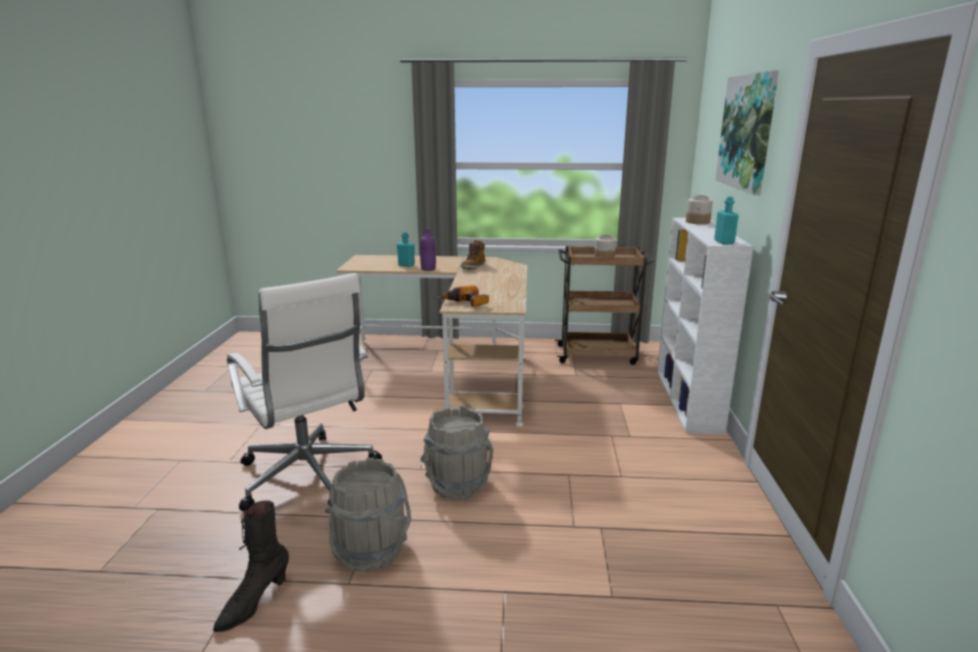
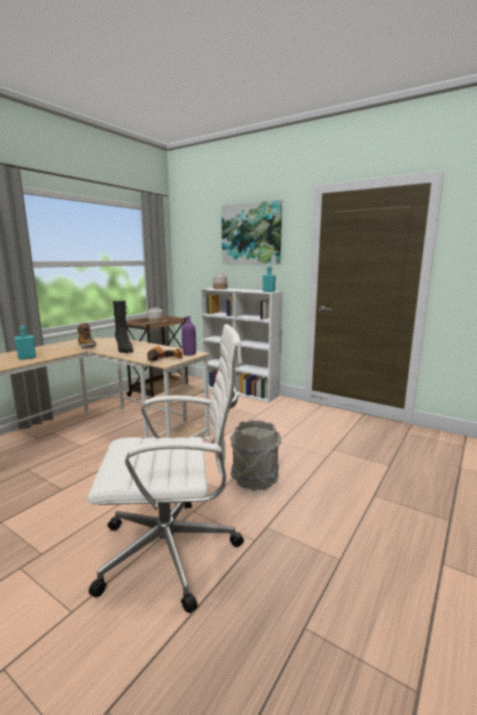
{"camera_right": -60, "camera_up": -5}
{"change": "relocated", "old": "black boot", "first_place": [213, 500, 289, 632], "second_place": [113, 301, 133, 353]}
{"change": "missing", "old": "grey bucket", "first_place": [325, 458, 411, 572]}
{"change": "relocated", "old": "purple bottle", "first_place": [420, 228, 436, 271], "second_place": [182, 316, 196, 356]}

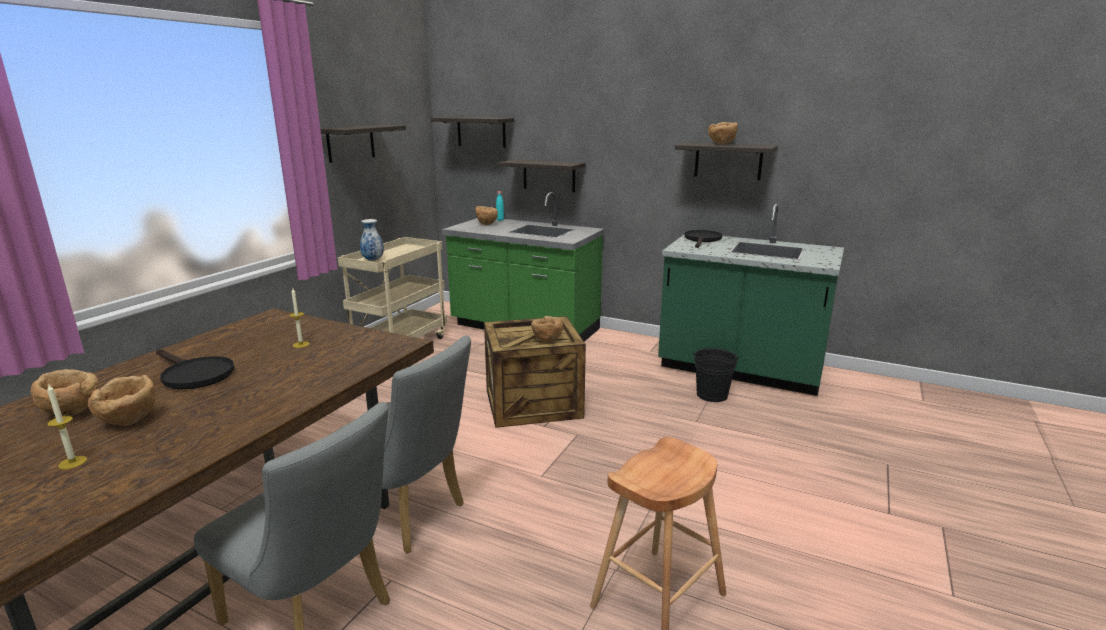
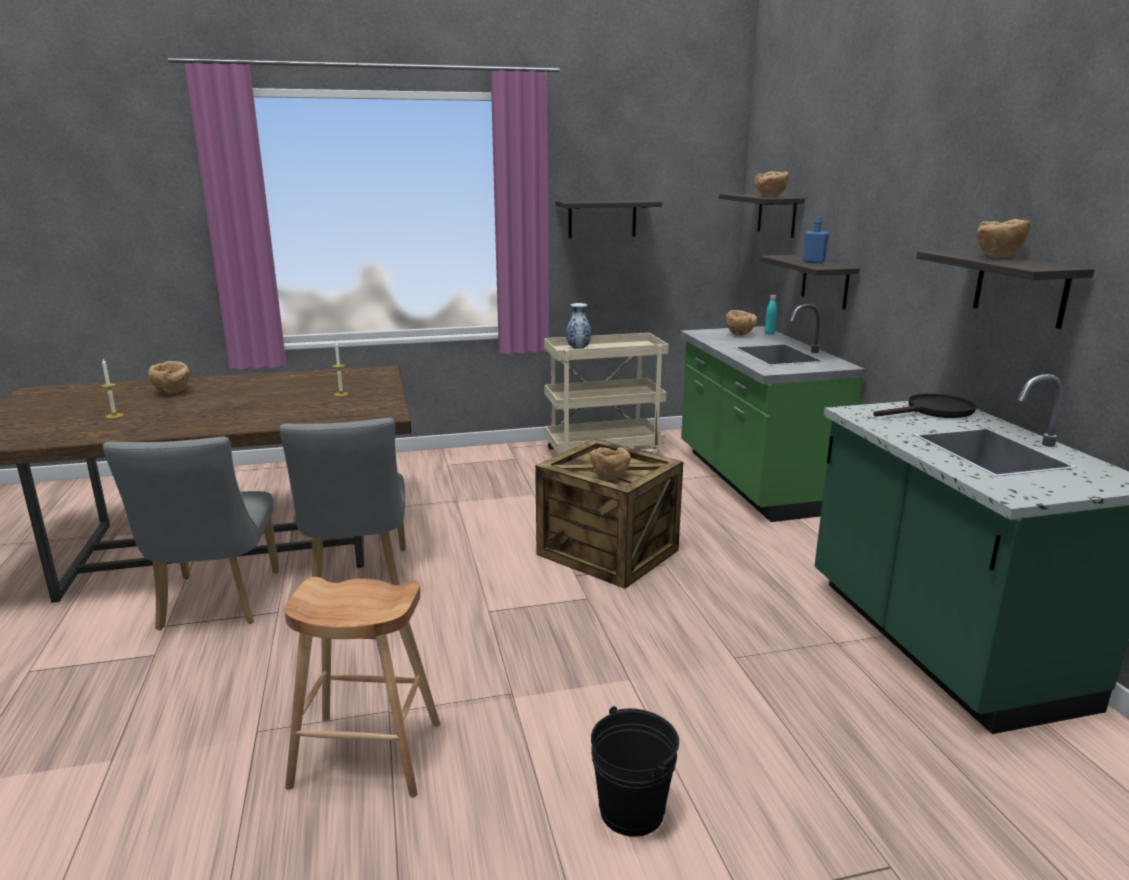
{"camera_right": 50, "camera_up": 0}
{"change": "relocated", "old": "brown bowl", "first_place": [88, 375, 155, 426], "second_place": [755, 171, 789, 197]}
{"change": "missing", "old": "black frying pan", "first_place": [156, 349, 234, 389]}
{"change": "relocated", "old": "black bucket", "first_place": [692, 348, 740, 402], "second_place": [591, 706, 679, 837]}
{"change": "appeared", "new": "blue bottle", "second_place": [803, 216, 829, 263]}

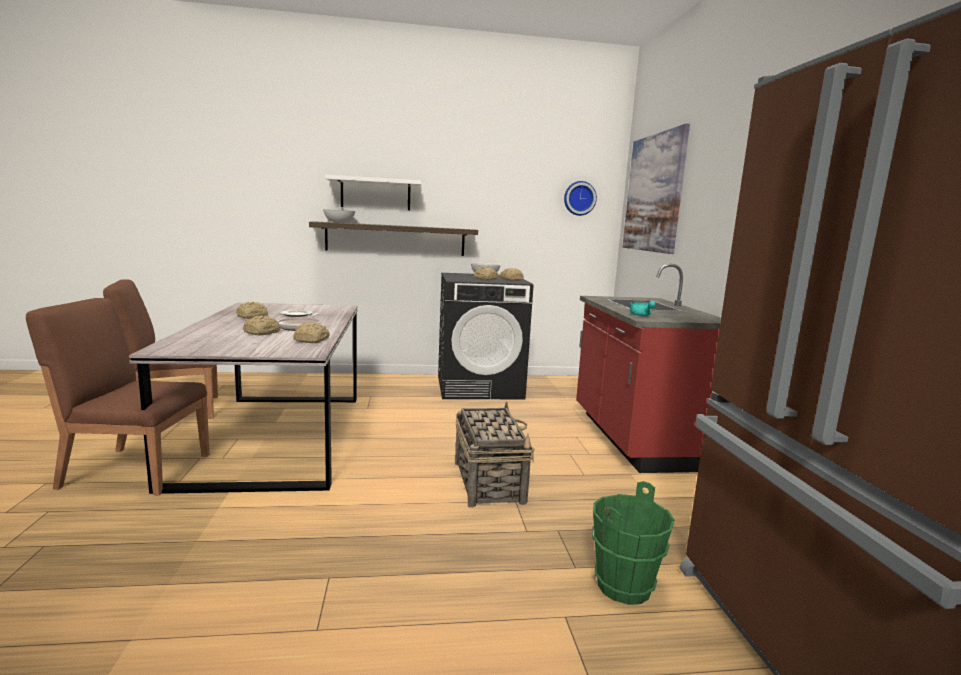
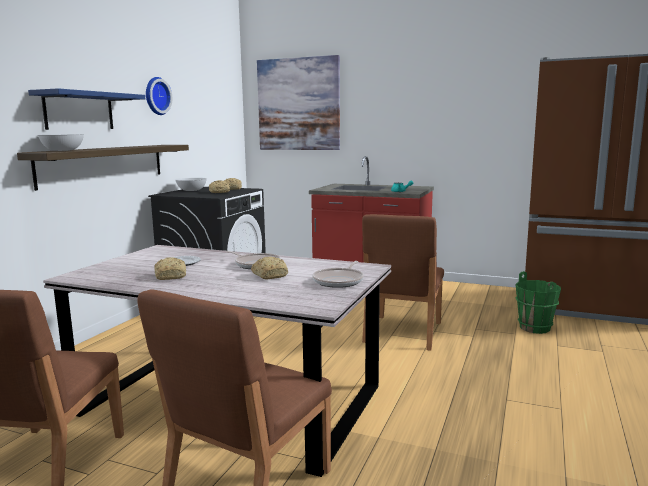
{"camera_right": -60, "camera_up": 0}
{"change": "missing", "old": "bread", "first_place": [293, 322, 330, 343]}
{"change": "colour", "old": "white shelf", "new": "blue shelf", "first_place": [325, 175, 422, 210], "second_place": [28, 88, 145, 130]}
{"change": "exchanged", "old": "basket", "new": "brown chair", "first_place": [455, 402, 535, 507], "second_place": [362, 214, 444, 351]}
{"change": "relocated", "old": "wall clock", "first_place": [564, 181, 597, 216], "second_place": [146, 77, 172, 115]}
{"change": "appeared", "new": "frying pan", "second_place": [312, 261, 364, 288]}

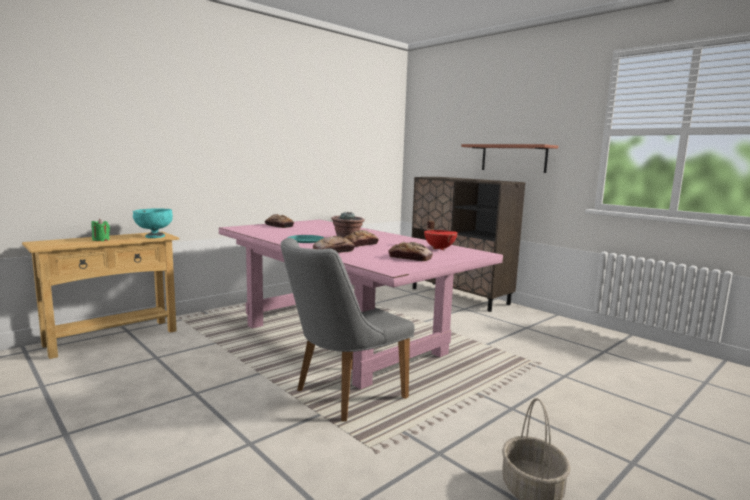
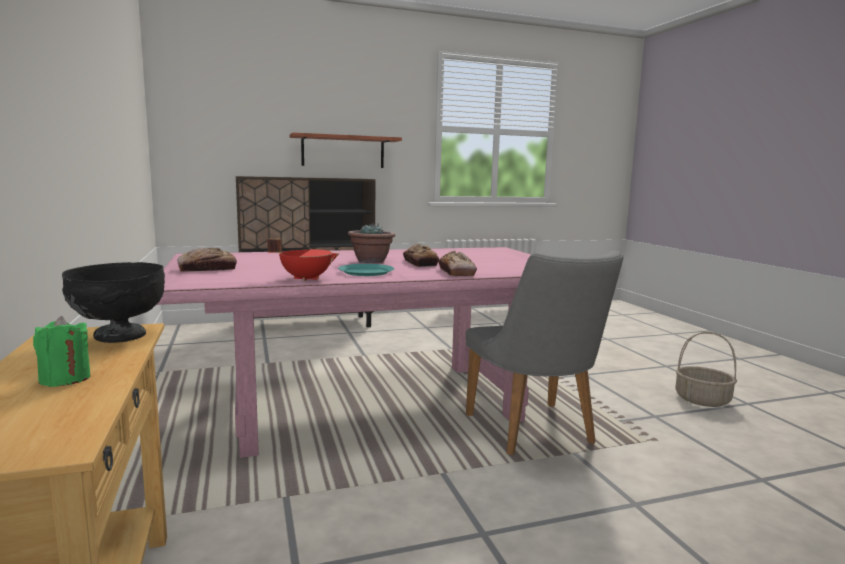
{"camera_right": -65, "camera_up": 0}
{"change": "colour", "old": "turquoise bowl", "new": "black bowl", "first_place": [133, 209, 173, 238], "second_place": [62, 262, 165, 343]}
{"change": "missing", "old": "bread", "first_place": [389, 242, 433, 261]}
{"change": "relocated", "old": "red cooking pot", "first_place": [424, 221, 458, 250], "second_place": [267, 239, 339, 281]}

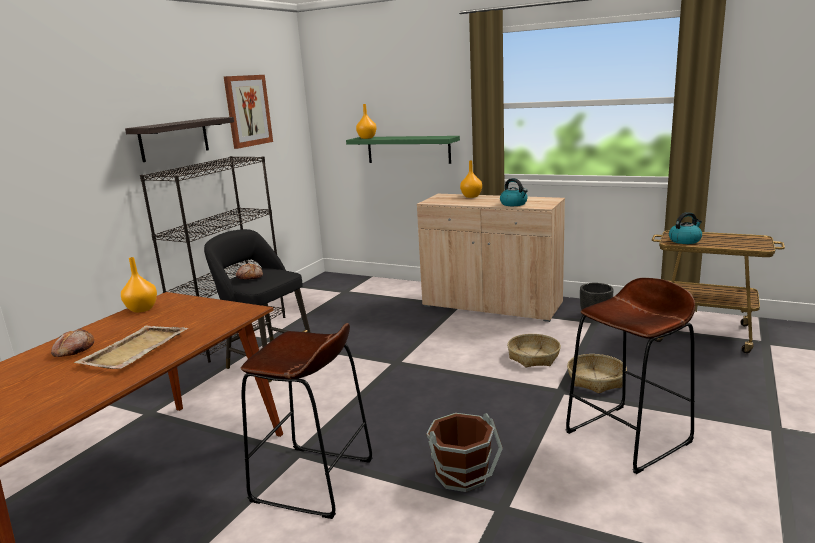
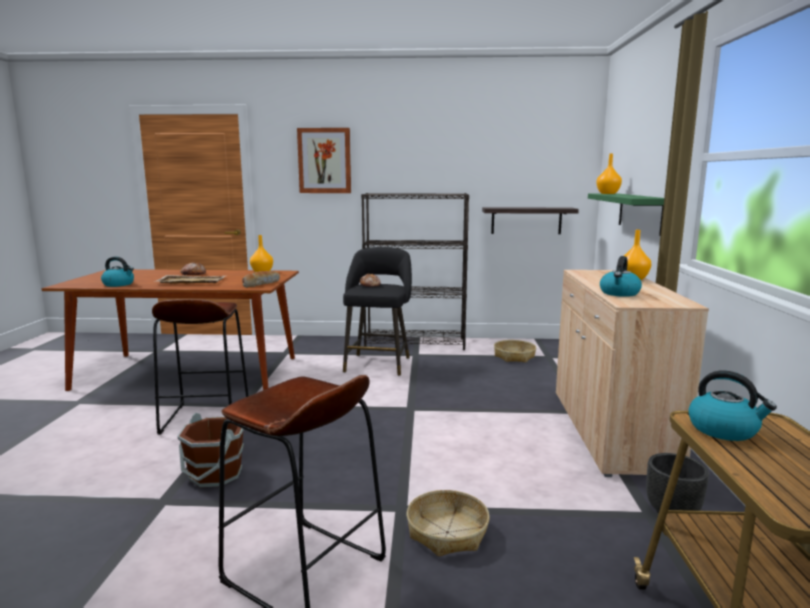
{"camera_right": 65, "camera_up": -5}
{"change": "relocated", "old": "shelf", "first_place": [125, 117, 234, 162], "second_place": [482, 207, 579, 234]}
{"change": "relocated", "old": "picture", "first_place": [224, 75, 273, 149], "second_place": [297, 128, 351, 193]}
{"change": "relocated", "old": "basket", "first_place": [507, 334, 561, 367], "second_place": [494, 340, 536, 362]}
{"change": "appeared", "new": "kettle", "second_place": [101, 257, 134, 287]}
{"change": "appeared", "new": "bread", "second_place": [242, 271, 280, 288]}

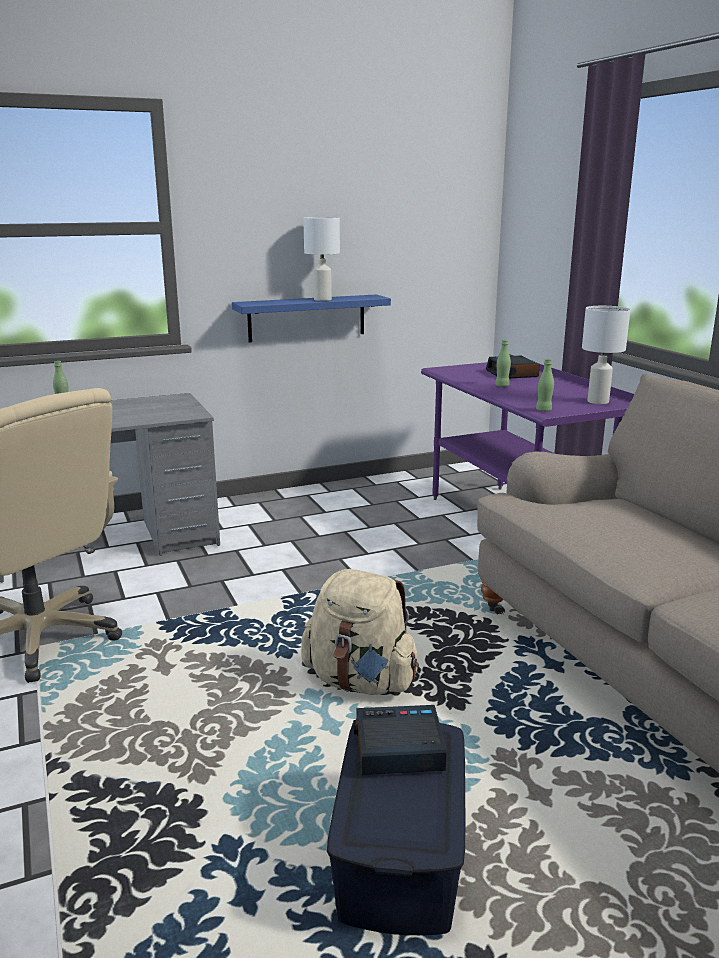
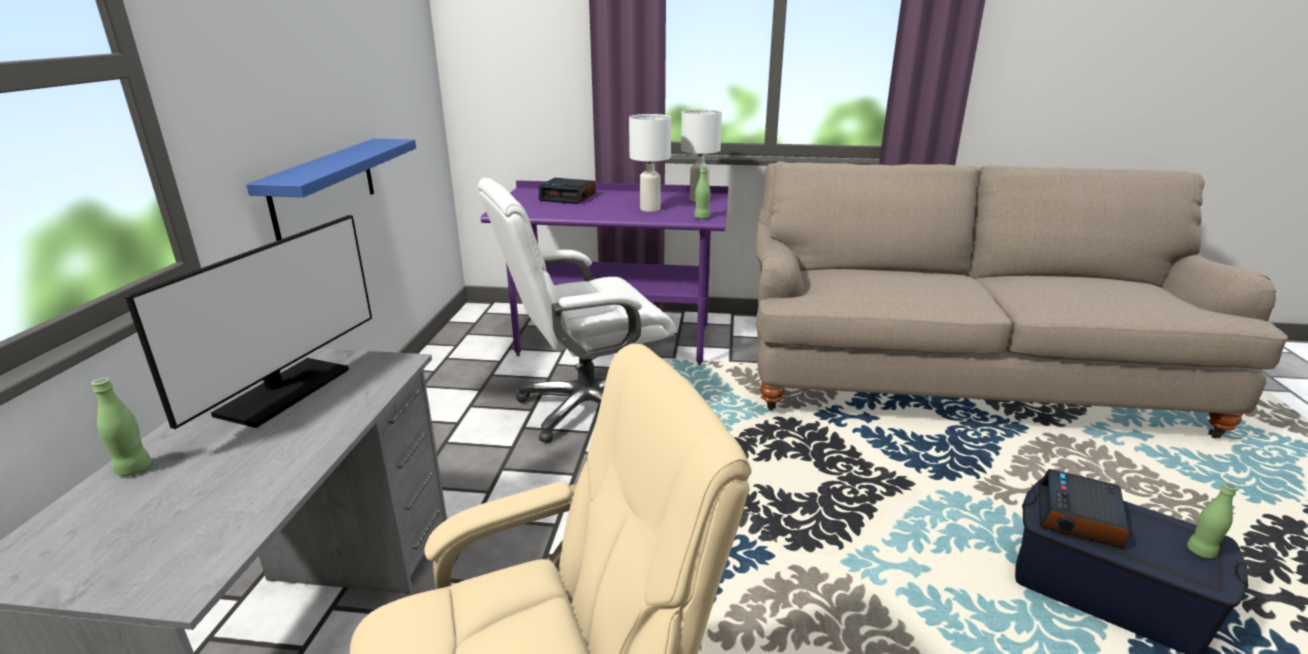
{"camera_right": -60, "camera_up": 5}
{"change": "missing", "old": "beige backpack", "first_place": [301, 569, 419, 695]}
{"change": "relocated", "old": "white table lamp", "first_place": [303, 217, 340, 301], "second_place": [629, 114, 671, 212]}
{"change": "relocated", "old": "green bottle", "first_place": [495, 339, 511, 387], "second_place": [1187, 482, 1237, 559]}
{"change": "appeared", "new": "monitor", "second_place": [125, 215, 372, 429]}
{"change": "appeared", "new": "white office chair", "second_place": [478, 178, 675, 443]}

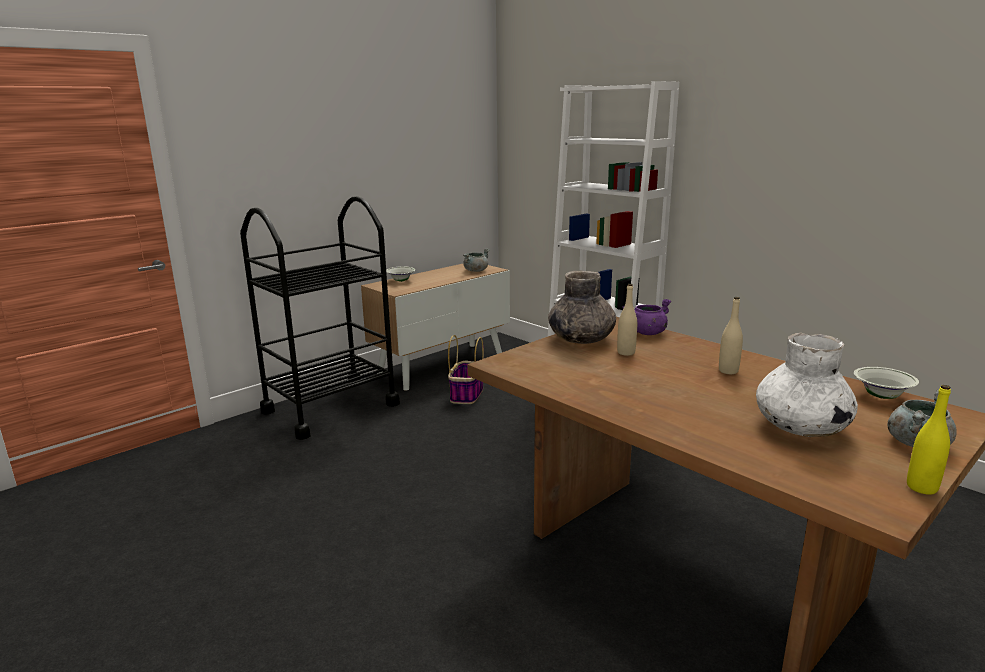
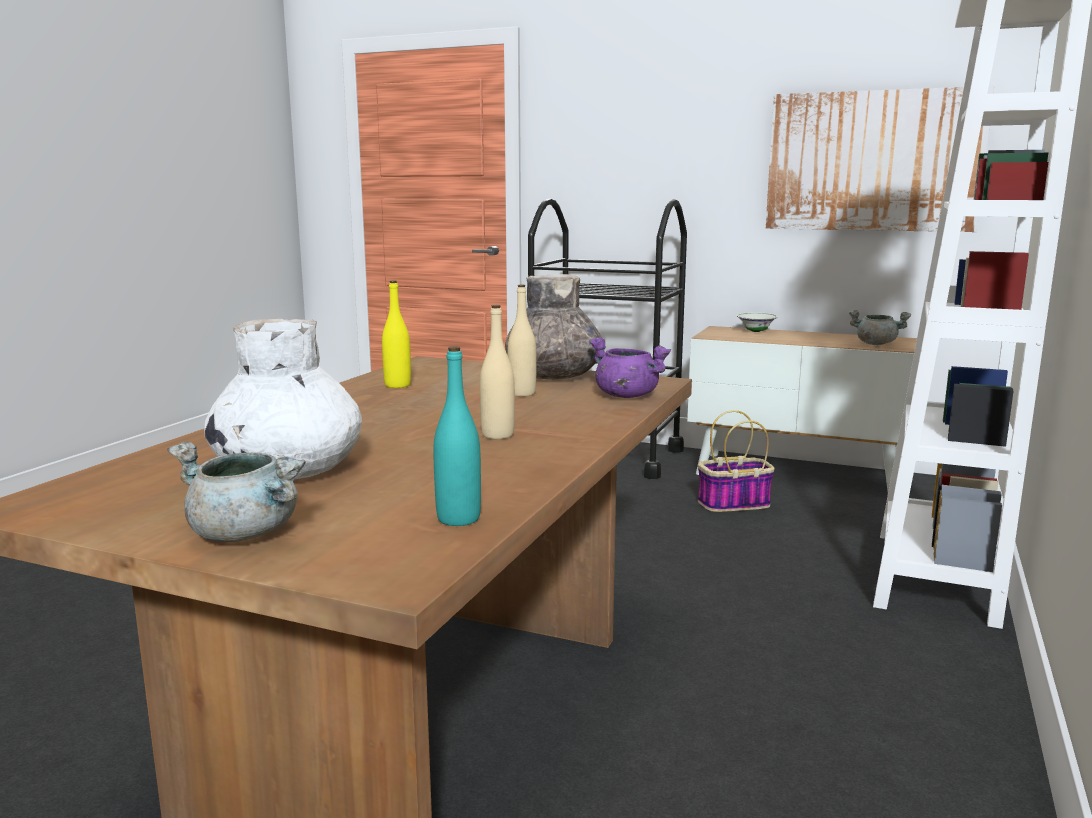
{"camera_right": 65, "camera_up": -5}
{"change": "exchanged", "old": "white bowl", "new": "turquoise bottle", "first_place": [854, 367, 919, 399], "second_place": [433, 346, 481, 526]}
{"change": "relocated", "old": "yellow bottle", "first_place": [907, 385, 951, 495], "second_place": [382, 280, 411, 388]}
{"change": "appeared", "new": "picture", "second_place": [766, 86, 994, 232]}

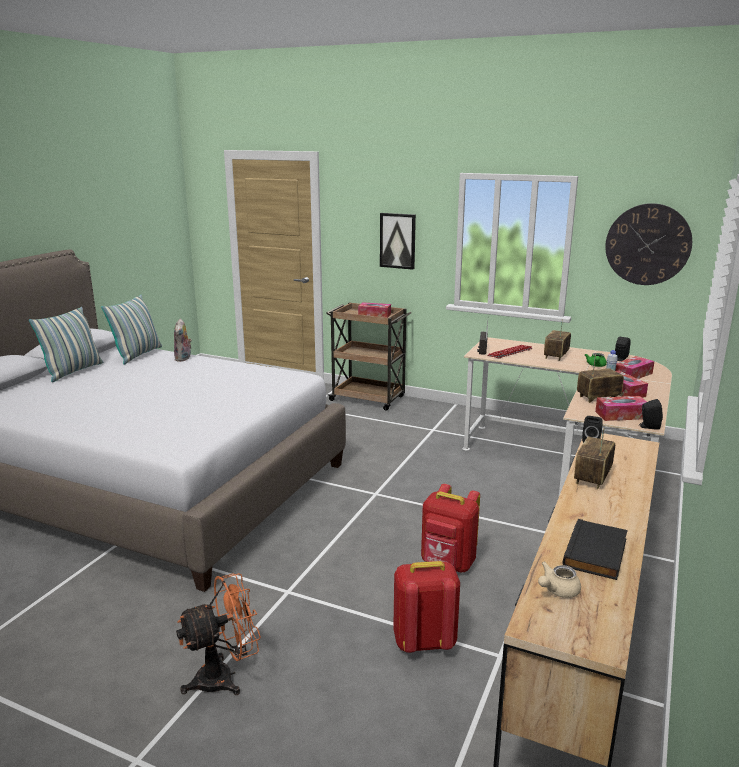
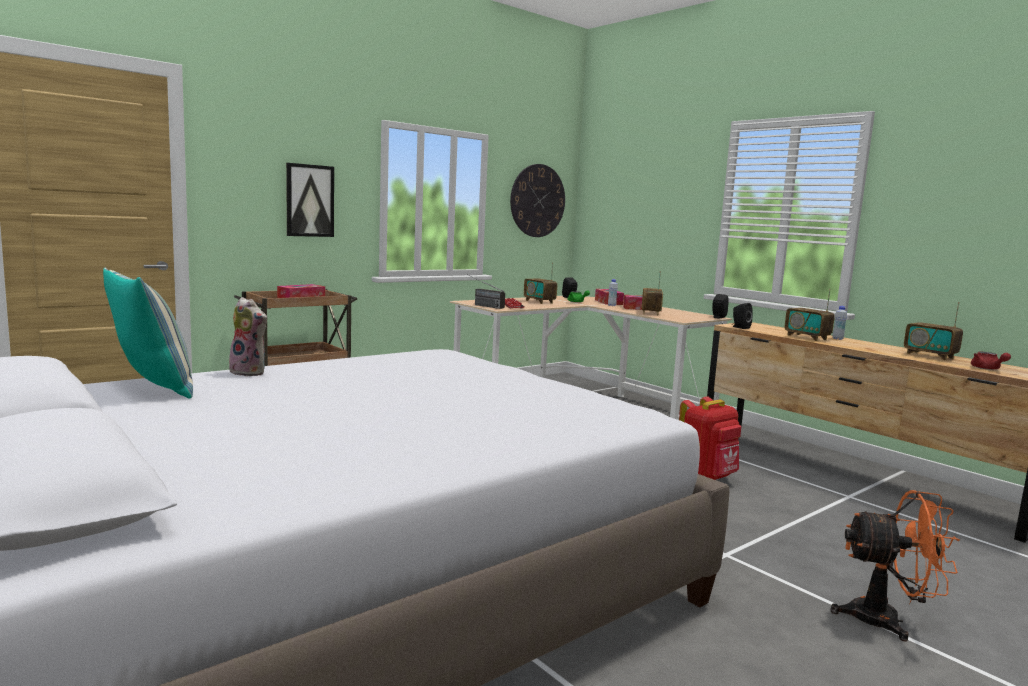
{"camera_right": -65, "camera_up": -10}
{"change": "missing", "old": "pillow", "first_place": [29, 307, 103, 382]}
{"change": "spun", "old": "orange fan", "first_place": [176, 573, 261, 695], "second_place": [830, 490, 960, 642], "degrees": 105}
{"change": "missing", "old": "red backpack", "first_place": [393, 561, 460, 653]}
{"change": "colour", "old": "beige teapot", "new": "red teapot", "first_place": [538, 562, 581, 598], "second_place": [971, 352, 1011, 370]}
{"change": "exchanged", "old": "black book", "new": "radio", "first_place": [562, 519, 628, 580], "second_place": [904, 302, 963, 360]}
{"change": "missing", "old": "tissue box", "first_place": [595, 396, 647, 421]}
{"change": "appeared", "new": "white bottle", "second_place": [833, 306, 847, 340]}

